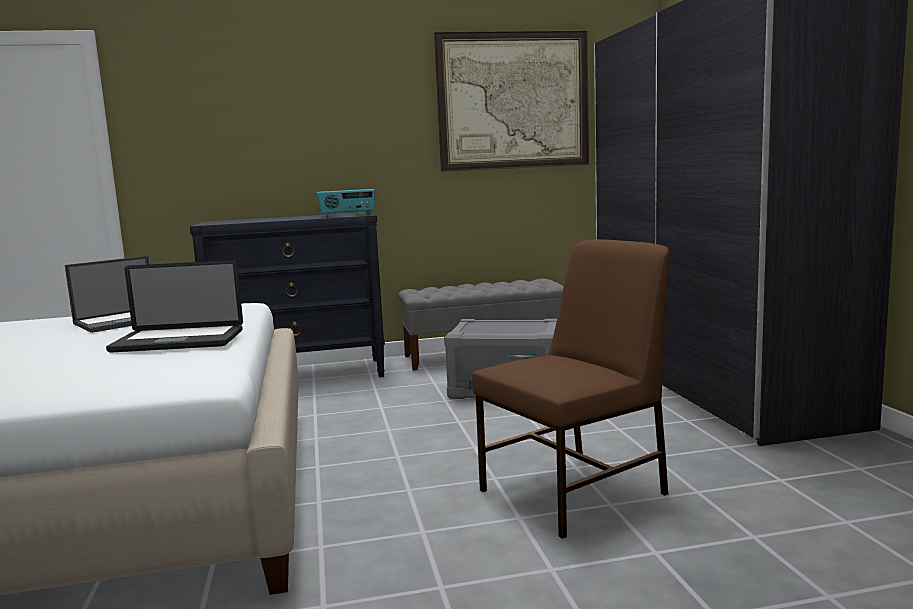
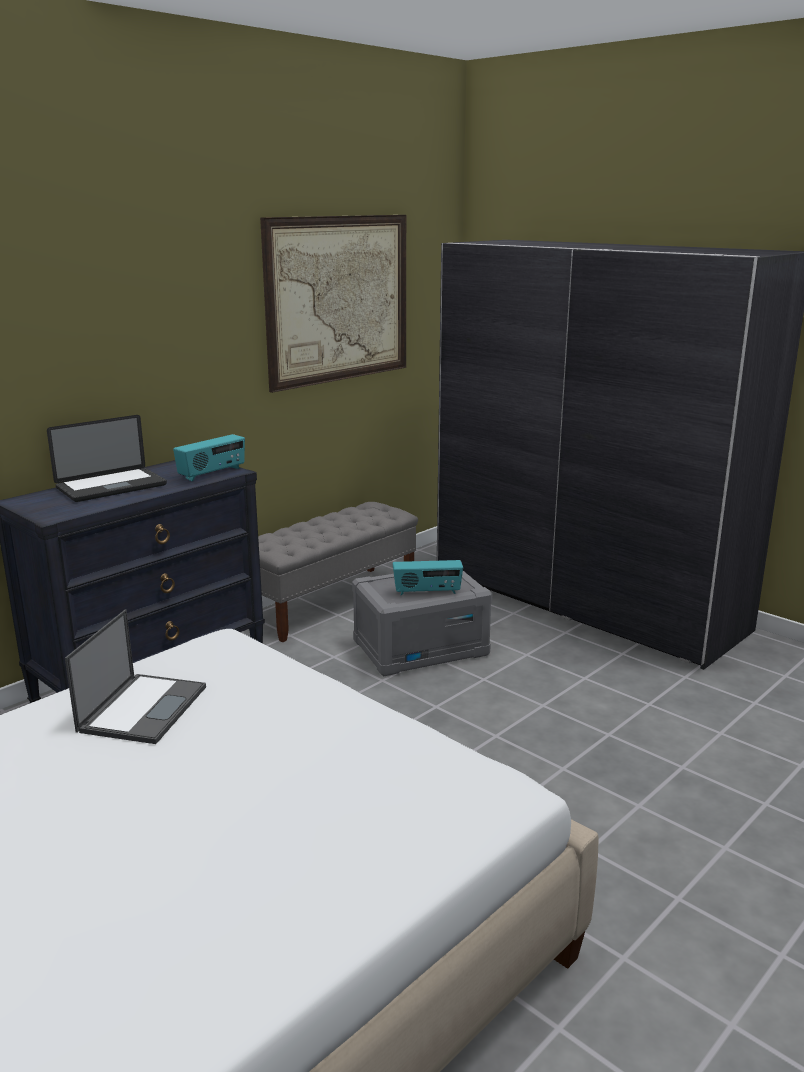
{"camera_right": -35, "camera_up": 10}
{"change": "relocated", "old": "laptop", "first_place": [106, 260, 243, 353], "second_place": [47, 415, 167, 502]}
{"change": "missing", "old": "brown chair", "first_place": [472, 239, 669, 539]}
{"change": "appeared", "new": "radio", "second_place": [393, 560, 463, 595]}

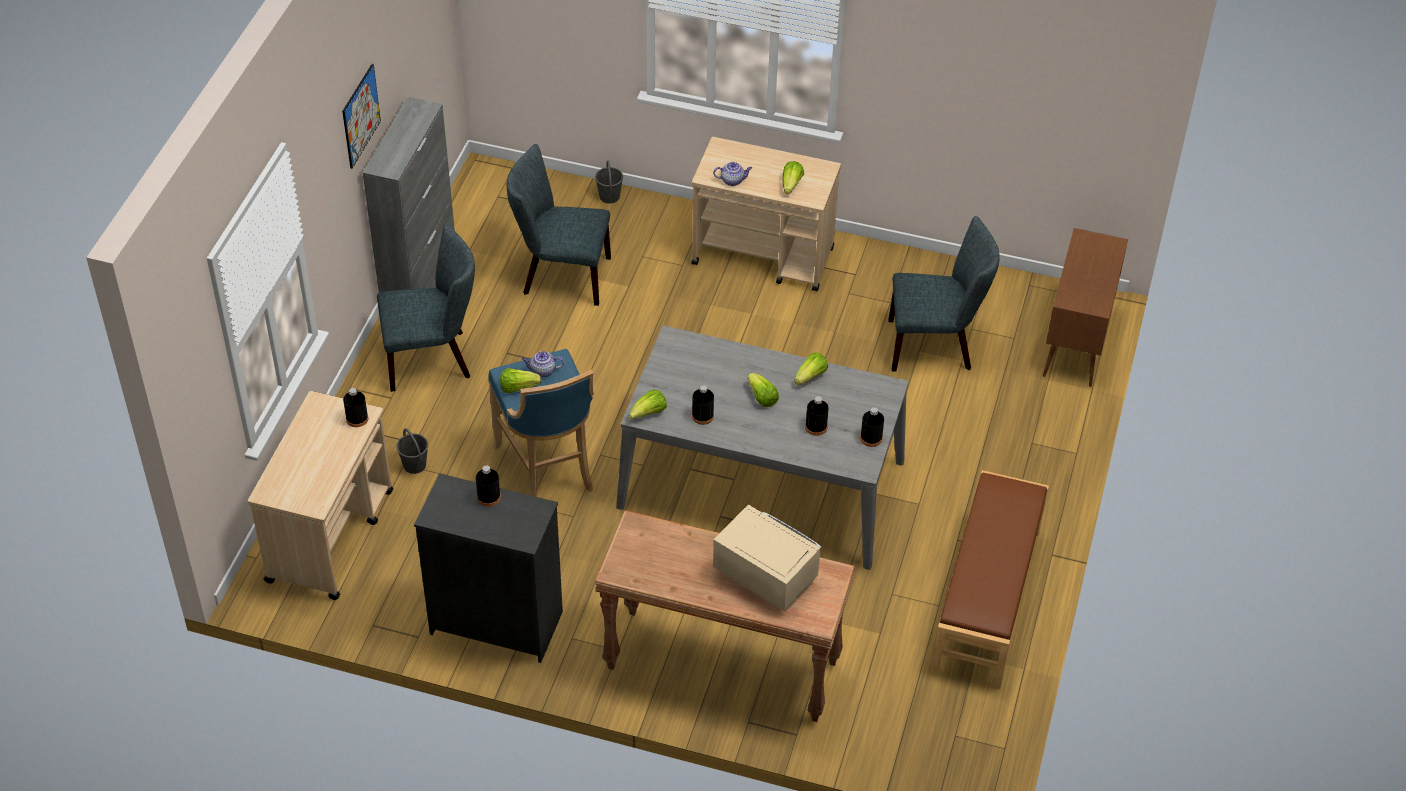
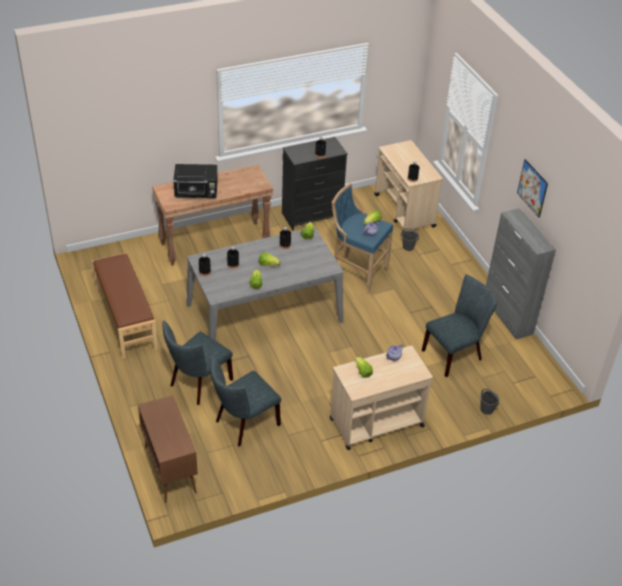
{"camera_right": 140, "camera_up": -5}
{"change": "relocated", "old": "grey chair", "first_place": [377, 225, 475, 392], "second_place": [162, 321, 233, 405]}
{"change": "colour", "old": "beige microwave", "new": "black microwave", "first_place": [713, 504, 822, 611], "second_place": [173, 164, 218, 198]}

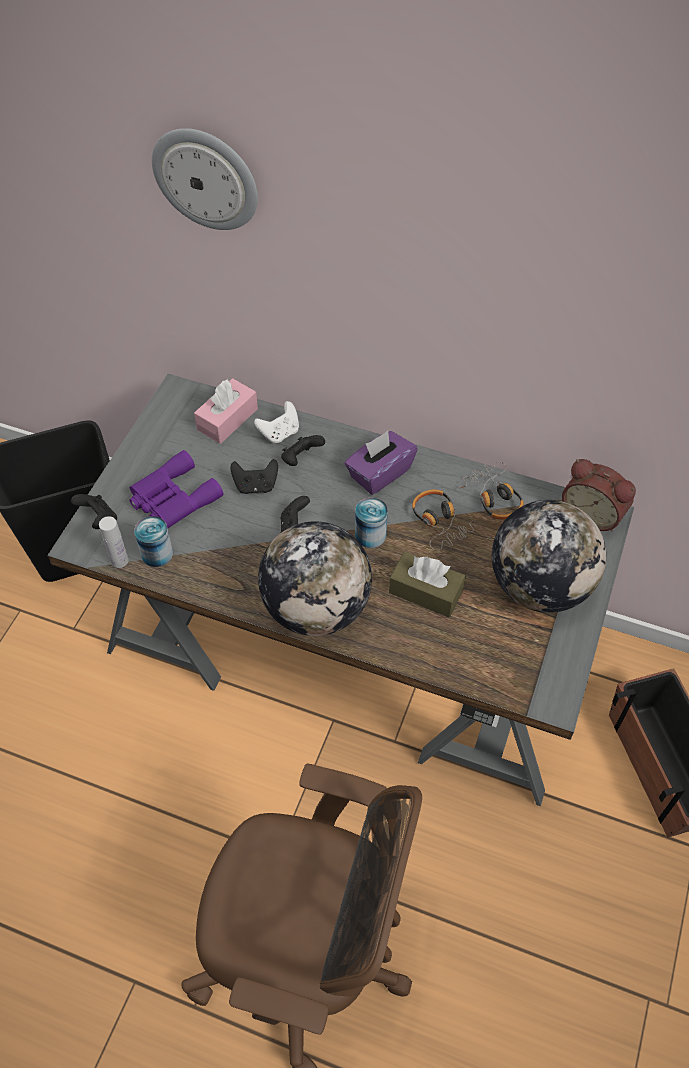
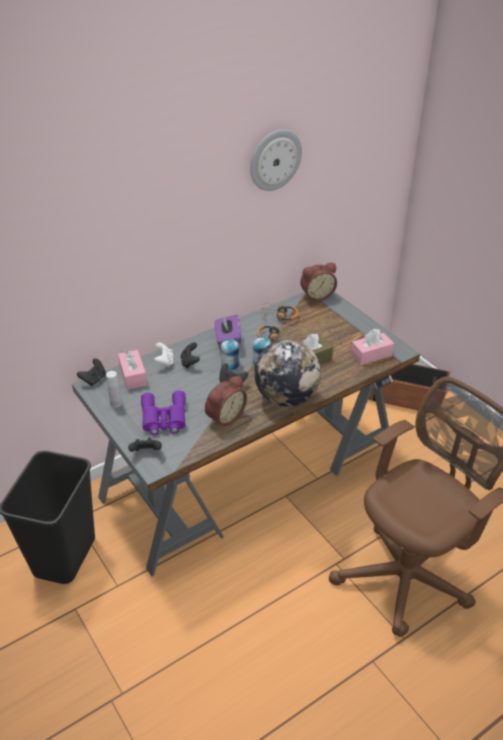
{"camera_right": -55, "camera_up": -15}
{"change": "relocated", "old": "white bottle", "first_place": [99, 516, 129, 568], "second_place": [106, 371, 122, 408]}
{"change": "relocated", "old": "can", "first_place": [134, 516, 173, 567], "second_place": [220, 339, 240, 370]}
{"change": "relocated", "old": "wall clock", "first_place": [152, 128, 258, 230], "second_place": [250, 129, 302, 191]}
{"change": "relocated", "old": "black game controller", "first_place": [231, 459, 278, 494], "second_place": [77, 358, 106, 386]}
{"change": "missing", "old": "globe", "first_place": [492, 500, 606, 613]}
{"change": "appeared", "new": "alarm clock", "second_place": [205, 375, 247, 428]}
{"change": "appeared", "new": "pink tissue box", "second_place": [351, 329, 394, 365]}

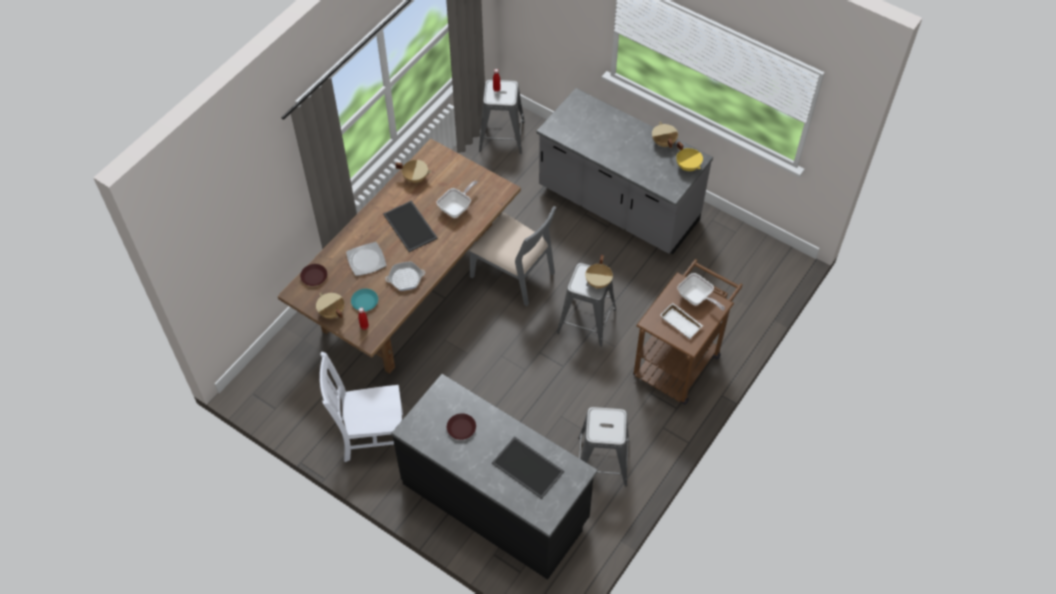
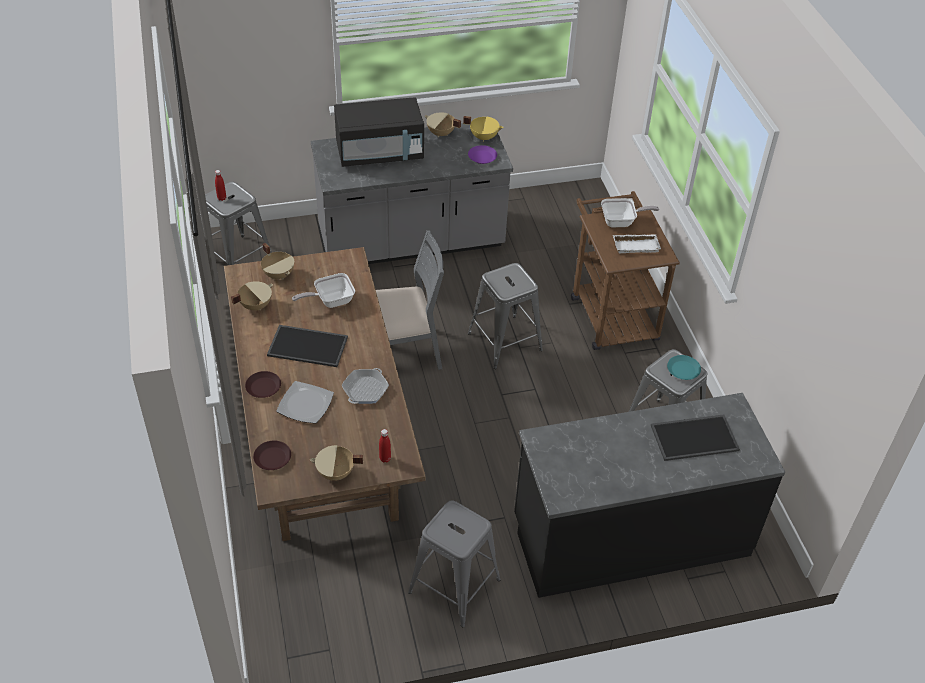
{"camera_right": -50, "camera_up": -10}
{"change": "exchanged", "old": "white chair", "new": "grey stool", "first_place": [320, 352, 403, 462], "second_place": [408, 500, 501, 627]}
{"change": "relocated", "old": "turquoise plate", "first_place": [351, 289, 378, 311], "second_place": [667, 355, 701, 380]}
{"change": "spun", "old": "frying pan", "first_place": [436, 181, 478, 218], "second_place": [292, 273, 355, 308], "degrees": -105}
{"change": "relocated", "old": "brown plate", "first_place": [447, 413, 476, 440], "second_place": [245, 371, 281, 398]}
{"change": "relocated", "old": "beige cooking pot", "first_place": [585, 255, 613, 289], "second_place": [261, 243, 294, 279]}
{"change": "appeared", "new": "black microwave", "second_place": [334, 97, 424, 167]}
{"change": "appeared", "new": "purple plate", "second_place": [468, 145, 497, 164]}

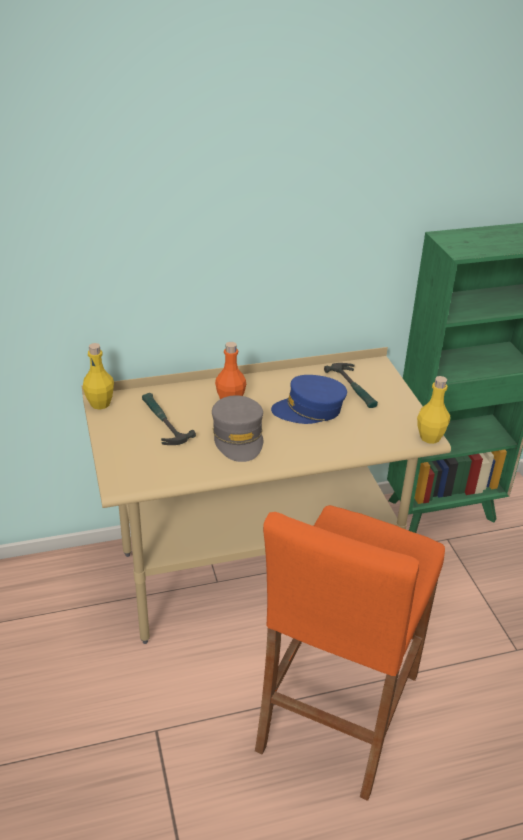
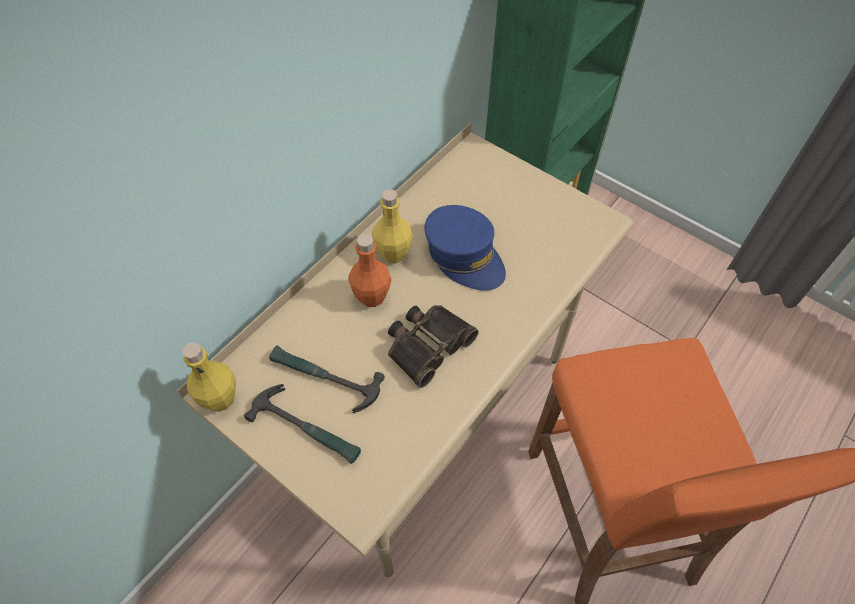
{"camera_right": -35, "camera_up": 20}
{"change": "exchanged", "old": "grey cap", "new": "binoculars", "first_place": [212, 395, 263, 462], "second_place": [388, 305, 479, 388]}
{"change": "spun", "old": "blue cap", "first_place": [271, 375, 347, 424], "second_place": [425, 205, 506, 291], "degrees": -90}
{"change": "relocated", "old": "hammer", "first_place": [324, 363, 378, 408], "second_place": [244, 384, 361, 464]}
{"change": "relocated", "old": "yellow bottle", "first_place": [417, 376, 450, 444], "second_place": [372, 189, 413, 264]}

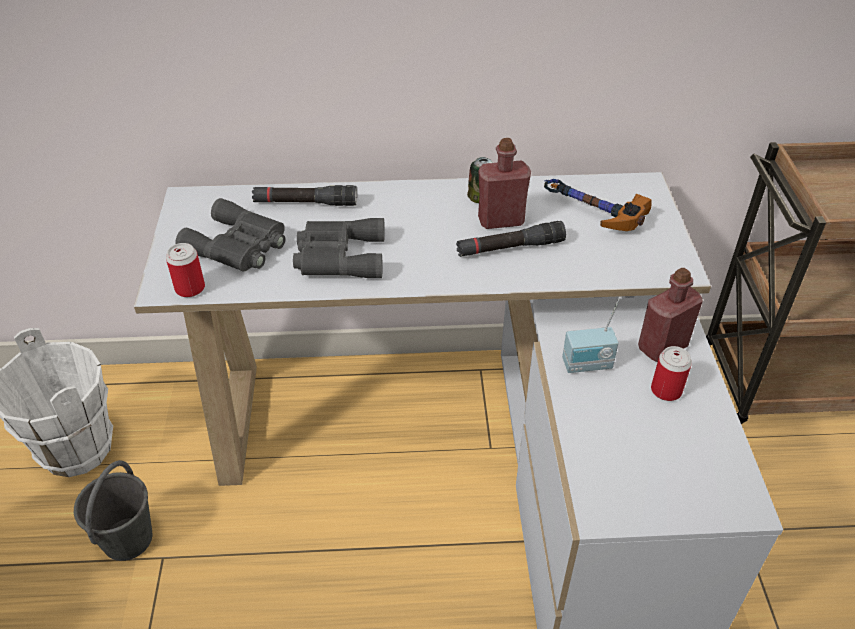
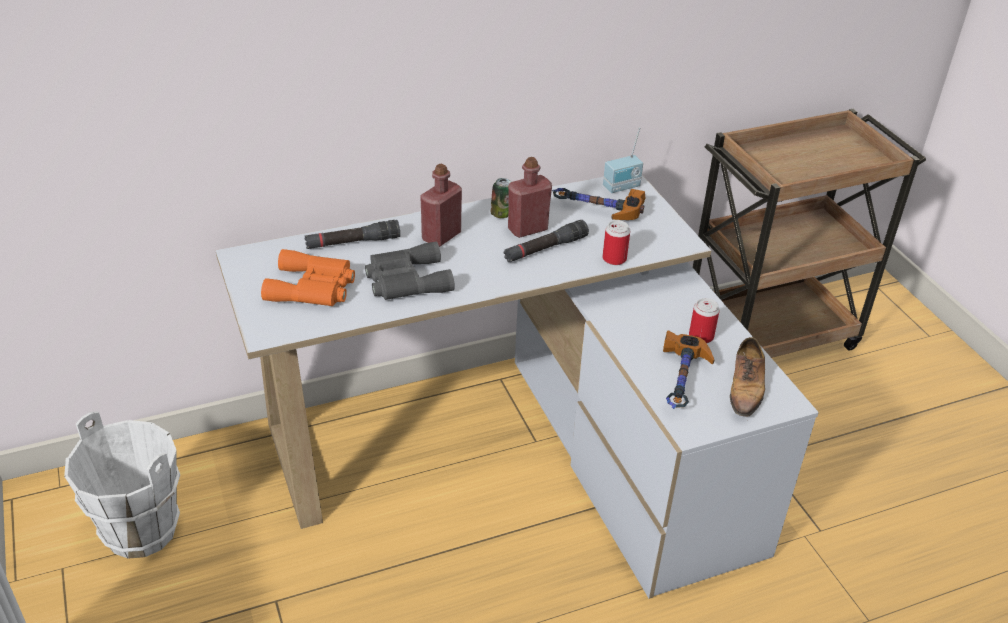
{"camera_right": -20, "camera_up": -5}
{"change": "missing", "old": "grey bucket", "first_place": [74, 460, 153, 561]}
{"change": "relocated", "old": "can", "first_place": [166, 243, 205, 297], "second_place": [602, 220, 630, 265]}
{"change": "colour", "old": "grey binoculars", "new": "orange binoculars", "first_place": [175, 198, 285, 272], "second_place": [261, 249, 355, 306]}
{"change": "relocated", "old": "radio", "first_place": [562, 297, 621, 373], "second_place": [603, 127, 643, 193]}
{"change": "relocated", "old": "red bottle", "first_place": [638, 268, 702, 362], "second_place": [420, 164, 462, 247]}
{"change": "appeared", "new": "hammer", "second_place": [663, 330, 714, 409]}
{"change": "appeared", "new": "shoe", "second_place": [730, 337, 765, 416]}

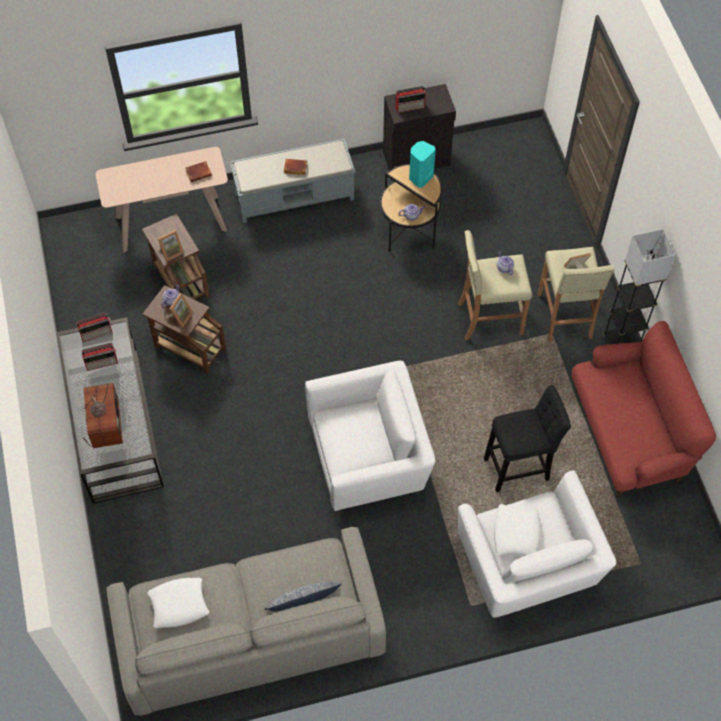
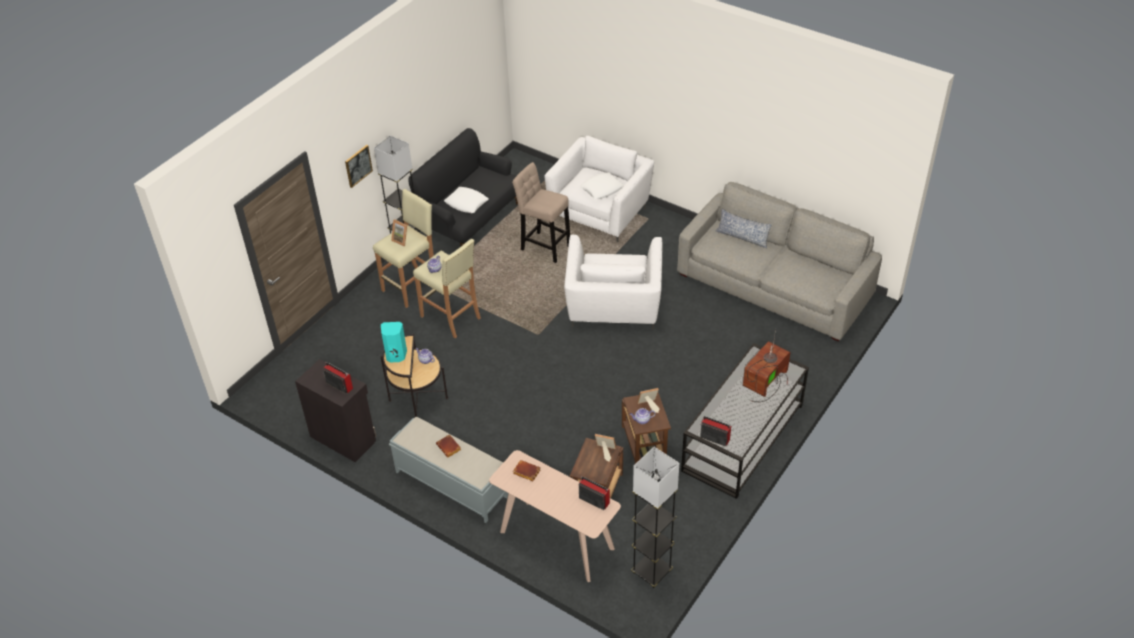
{"camera_right": -130, "camera_up": -15}
{"change": "relocated", "old": "radio", "first_place": [81, 343, 118, 371], "second_place": [579, 477, 610, 510]}
{"change": "relocated", "old": "white pillow", "first_place": [147, 578, 209, 628], "second_place": [444, 187, 489, 213]}
{"change": "spun", "old": "white armchair", "first_place": [305, 361, 435, 514], "second_place": [564, 235, 662, 329], "degrees": -120}
{"change": "colour", "old": "black stool", "new": "beige stool", "first_place": [484, 385, 571, 492], "second_place": [512, 162, 570, 263]}
{"change": "colour", "old": "red sofa", "new": "black sofa", "first_place": [572, 321, 716, 498], "second_place": [408, 128, 518, 247]}
{"change": "appeared", "new": "picture", "second_place": [345, 145, 373, 188]}
{"change": "appeared", "new": "grey floor lamp", "second_place": [631, 447, 679, 588]}

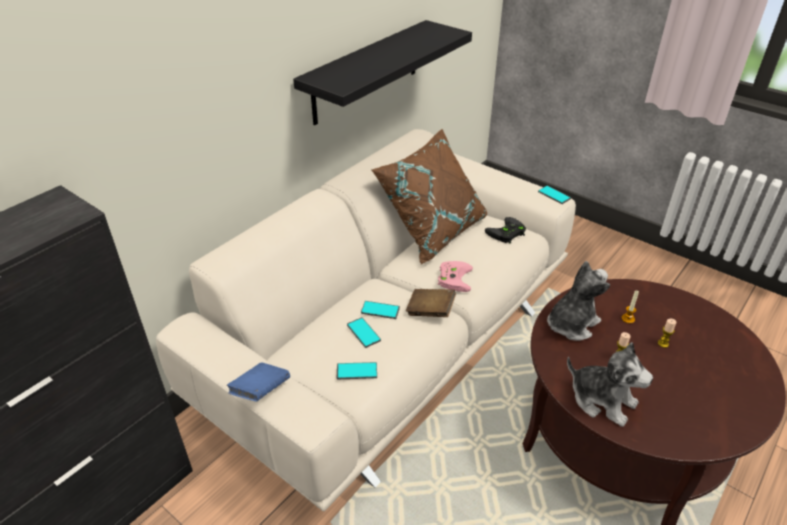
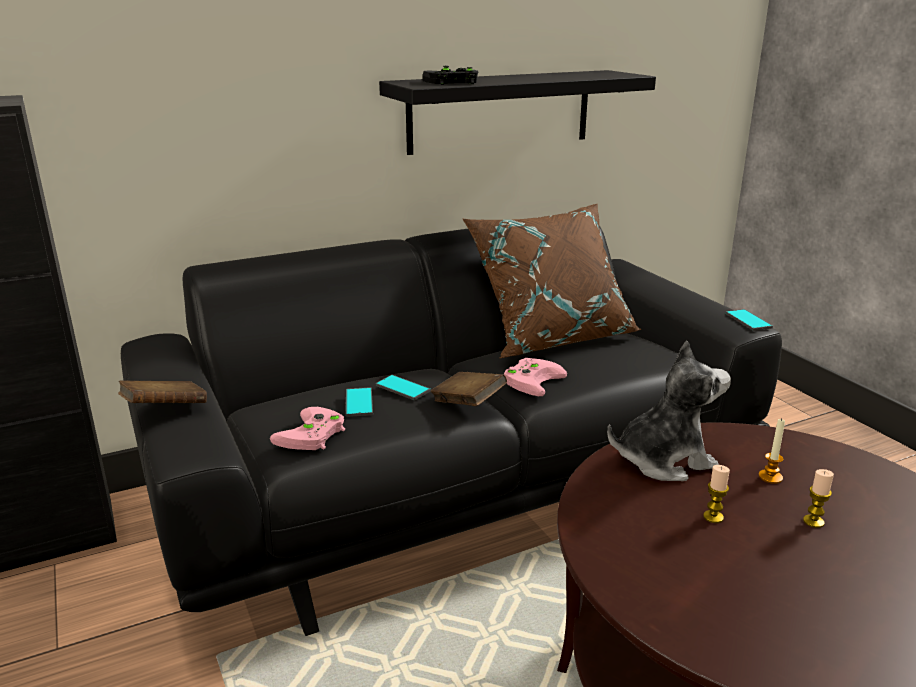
{"camera_right": 25, "camera_up": -15}
{"change": "colour", "old": "beige sofa", "new": "black sofa", "first_place": [156, 129, 576, 512], "second_place": [121, 226, 782, 636]}
{"change": "colour", "old": "blue book", "new": "brown book", "first_place": [227, 362, 290, 401], "second_place": [118, 380, 207, 403]}
{"change": "exchanged", "old": "phone", "new": "pink game controller", "first_place": [337, 362, 377, 379], "second_place": [270, 407, 345, 450]}
{"change": "relocated", "old": "black game controller", "first_place": [485, 217, 526, 243], "second_place": [422, 66, 479, 85]}
{"change": "missing", "old": "plush toy", "first_place": [567, 342, 653, 427]}

